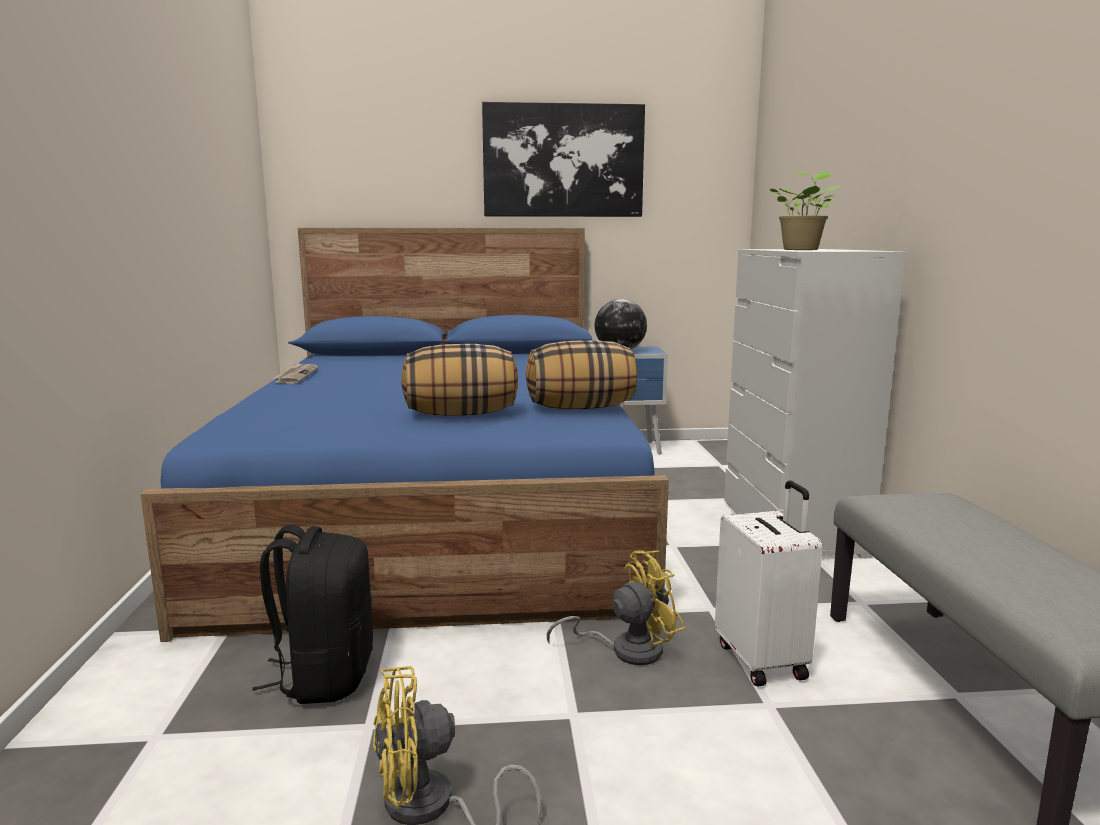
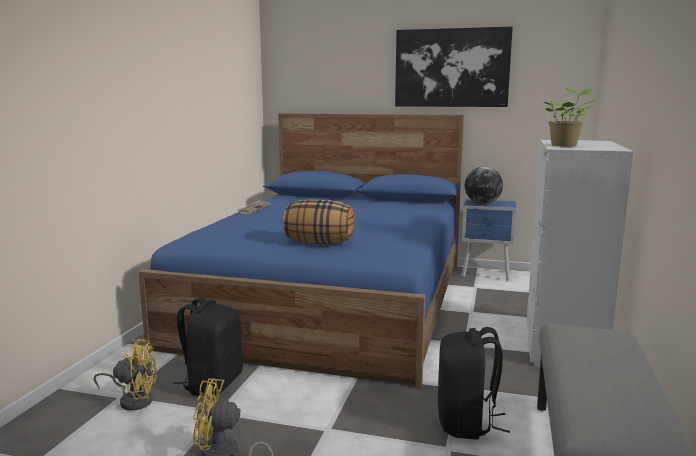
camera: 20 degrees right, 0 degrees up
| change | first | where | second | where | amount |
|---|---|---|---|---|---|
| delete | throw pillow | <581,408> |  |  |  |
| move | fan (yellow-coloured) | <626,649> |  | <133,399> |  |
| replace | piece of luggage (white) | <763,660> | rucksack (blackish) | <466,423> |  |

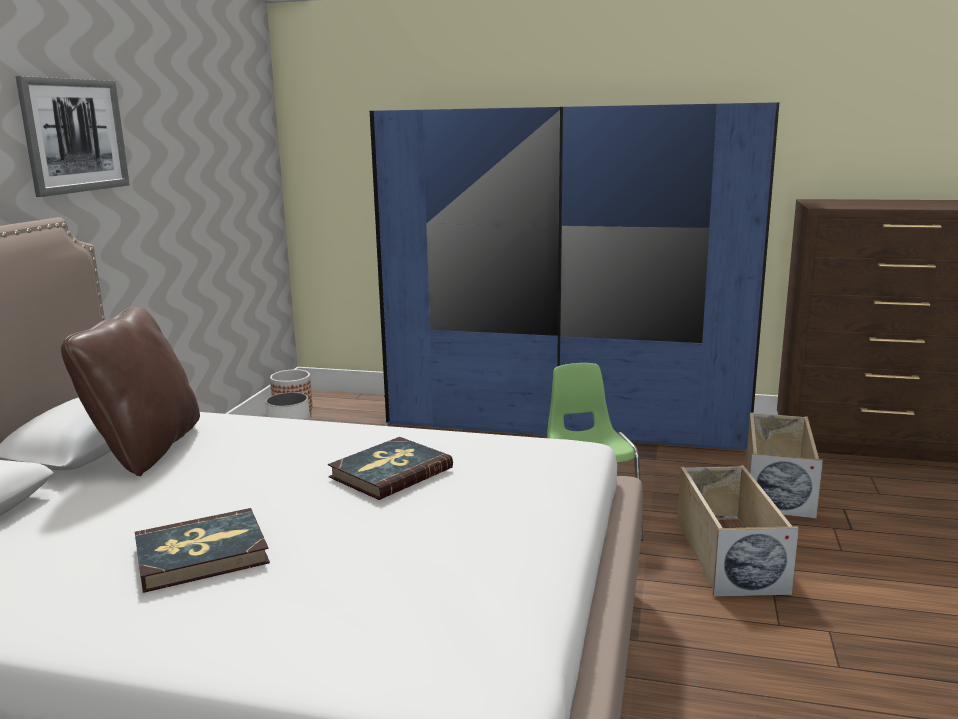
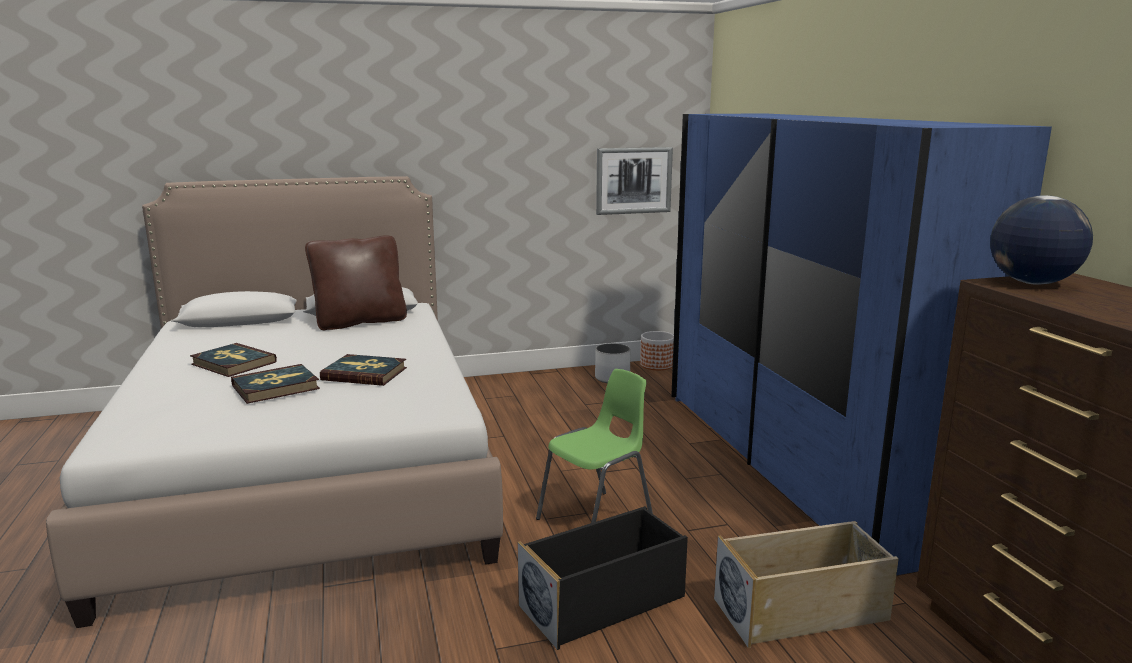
camera: 60 degrees right, 0 degrees up
| change | first | where | second | where | amount |
|---|---|---|---|---|---|
| insert |  |  | bound book | <275,387> |  |
| insert |  |  | desk globe | <1032,283> |  |
| move | picture | <75,135> |  | <633,180> |  |
| recolor | storage box (beige-coloured) | <727,555> | storage box (blackish) | <604,601> |  |

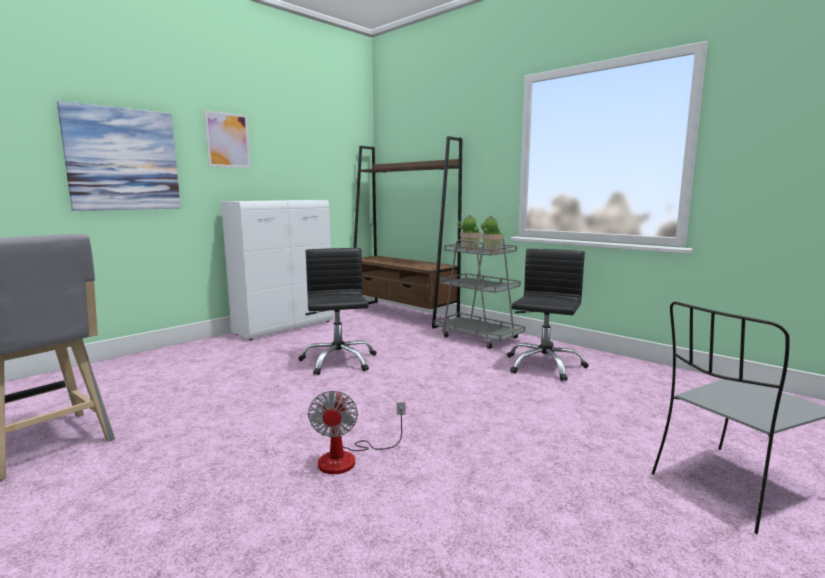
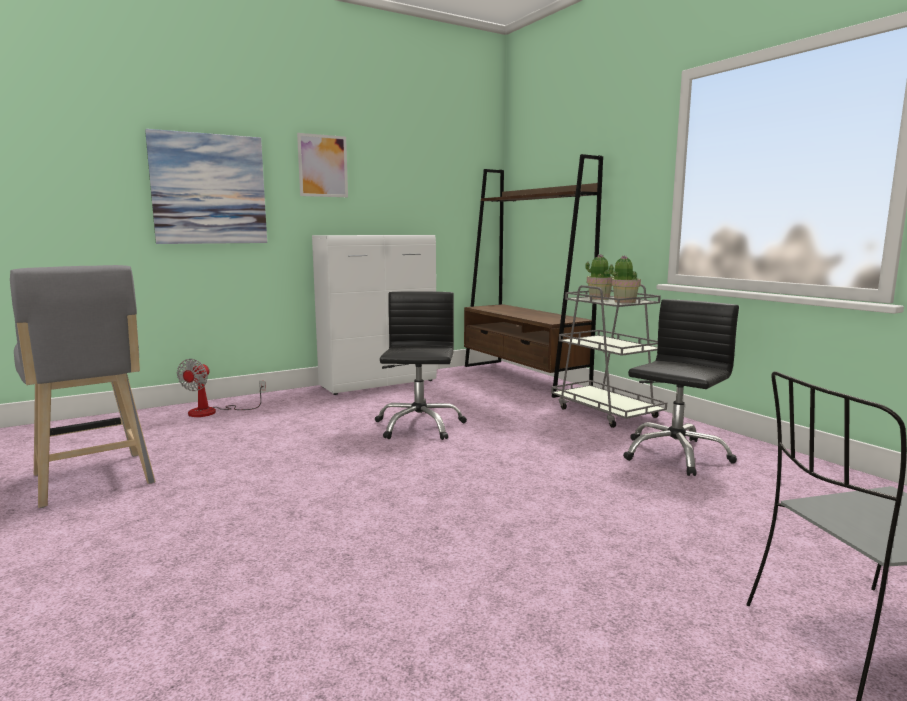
camera: 15 degrees right, 0 degrees up
| change | first | where | second | where | amount |
|---|---|---|---|---|---|
| move | fan | <349,458> |  | <213,412> |  |

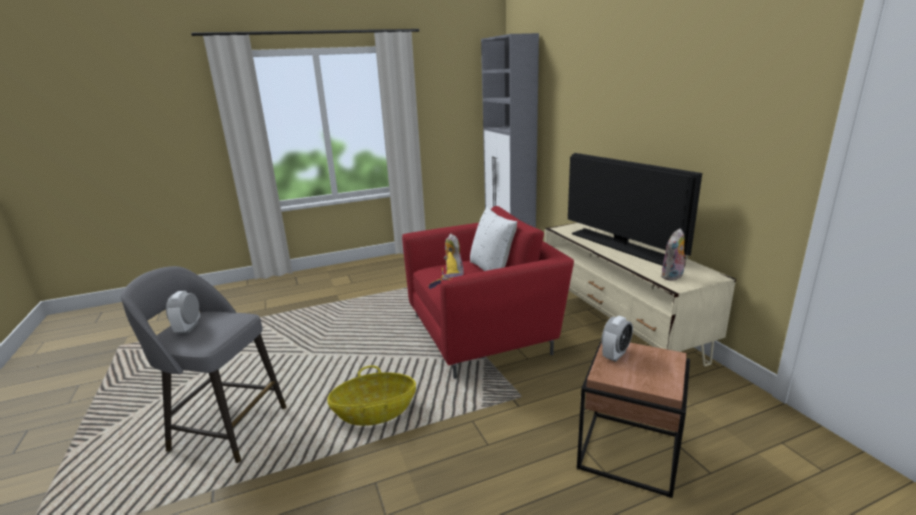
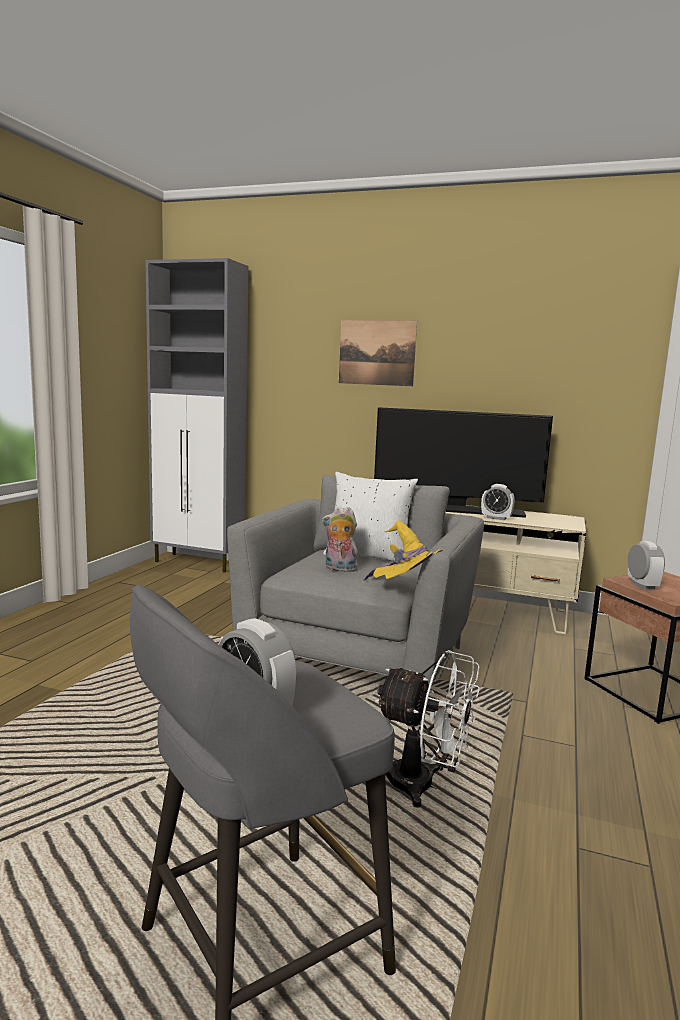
camera: 50 degrees left, 10 degrees down
| change | first | where | second | where | amount |
|---|---|---|---|---|---|
| delete | plush toy | <673,277> |  |  |  |
| insert |  |  | picture | <377,352> |  |
| insert |  |  | alarm clock | <496,518> |  |
| replace | household basket | <375,413> | fan (white) | <423,786> |  |
| recolor | lounge chair (reddish) | <483,333> | lounge chair (grey) | <359,654> |  |

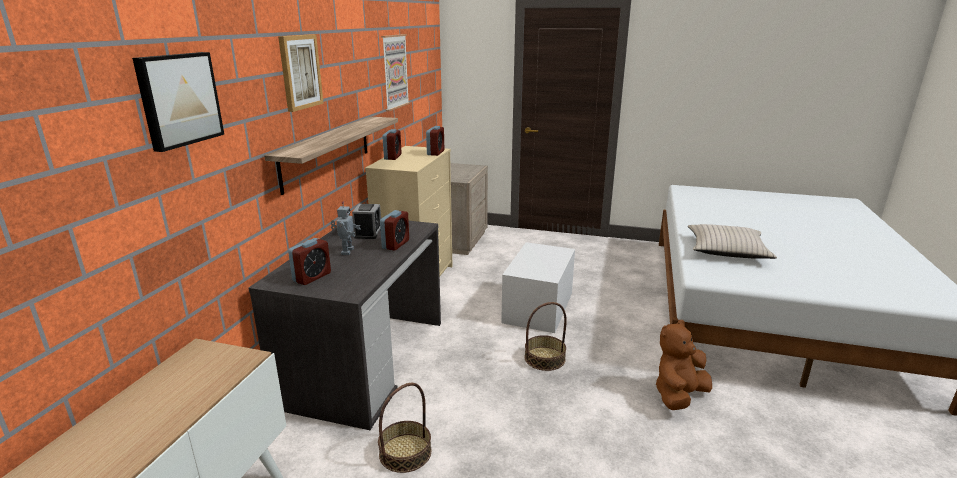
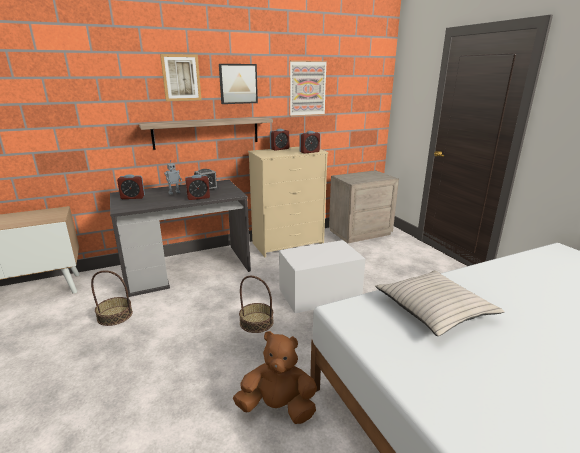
camera: 50 degrees right, 0 degrees up
| change | first | where | second | where | amount |
|---|---|---|---|---|---|
| move | picture | <178,99> |  | <238,84> |  |

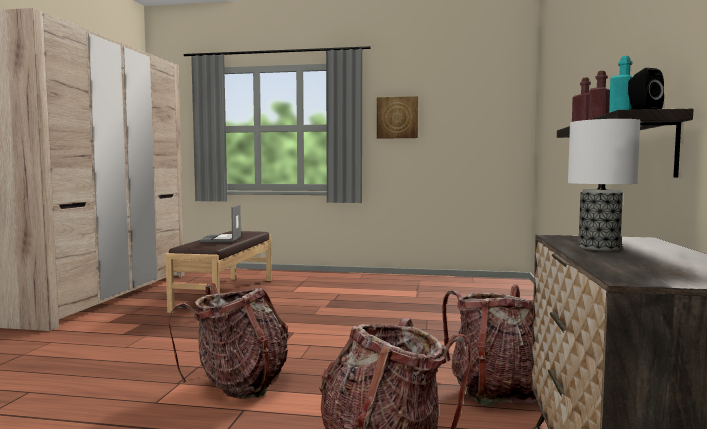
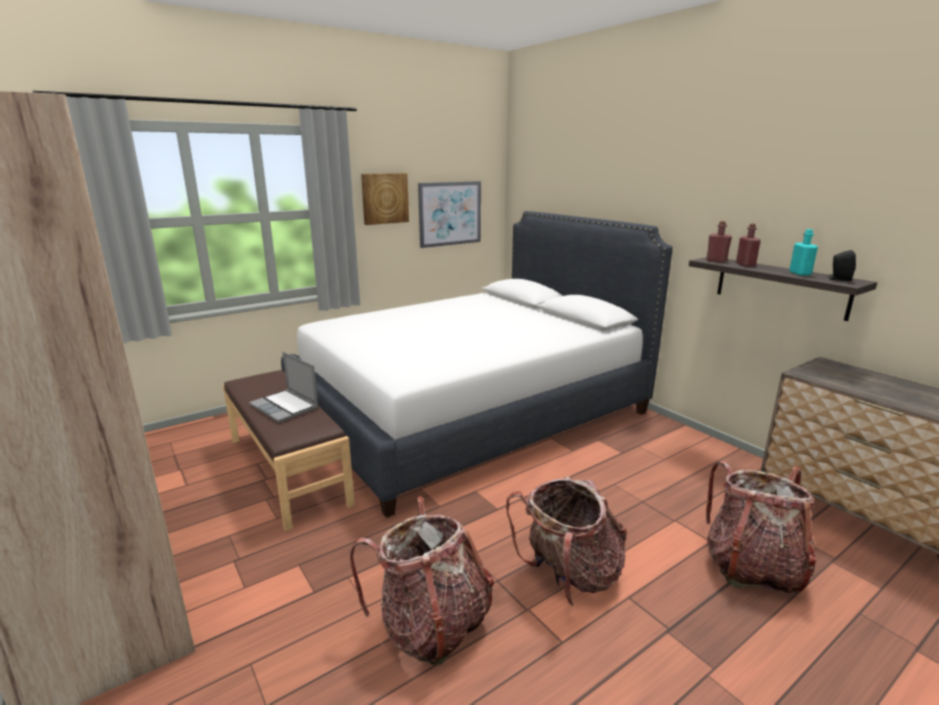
camera: 45 degrees left, 15 degrees up
| change | first | where | second | where | amount |
|---|---|---|---|---|---|
| delete | tabletop lamp | <600,248> |  |  |  |
| insert |  |  | bedroom bed (white) | <470,412> |  |
| insert |  |  | picture | <450,213> |  |
| move | rucksack | <497,389> |  | <431,625> |  |

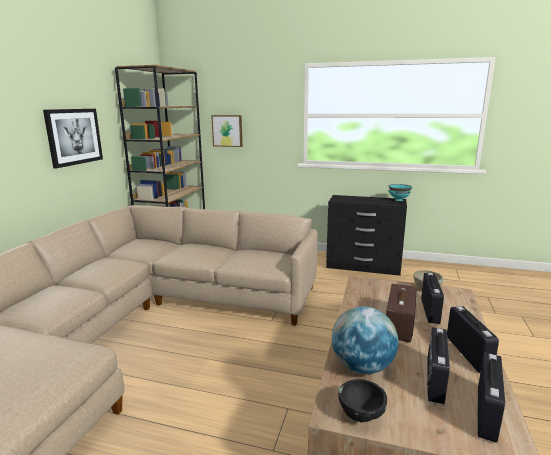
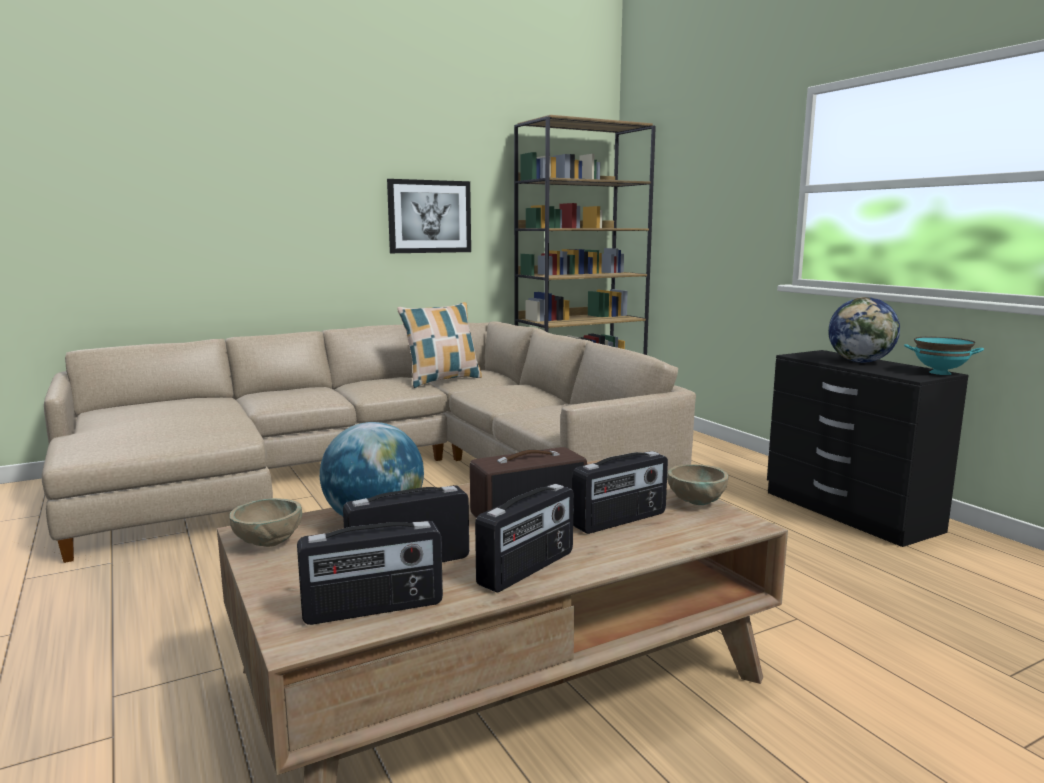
camera: 45 degrees right, 5 degrees down
| change | first | where | second | where | amount |
|---|---|---|---|---|---|
| delete | picture | <227,130> |  |  |  |
| insert |  |  | throw pillow | <442,380> |  |
| insert |  |  | desk globe | <860,362> |  |
| recolor | deep dish (blackish) | <361,415> | deep dish (beige-coloured) | <269,544> |  |

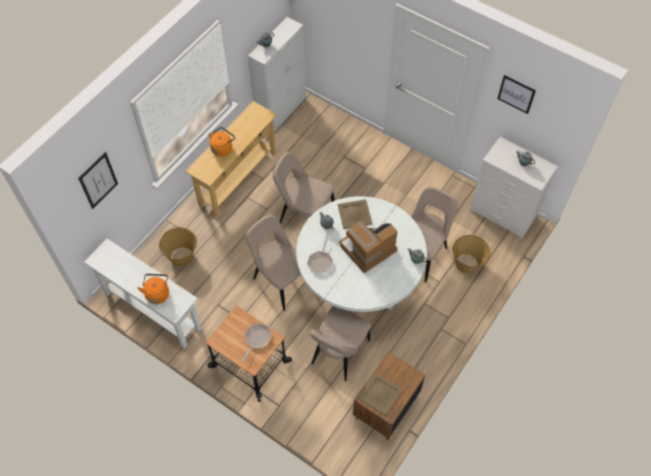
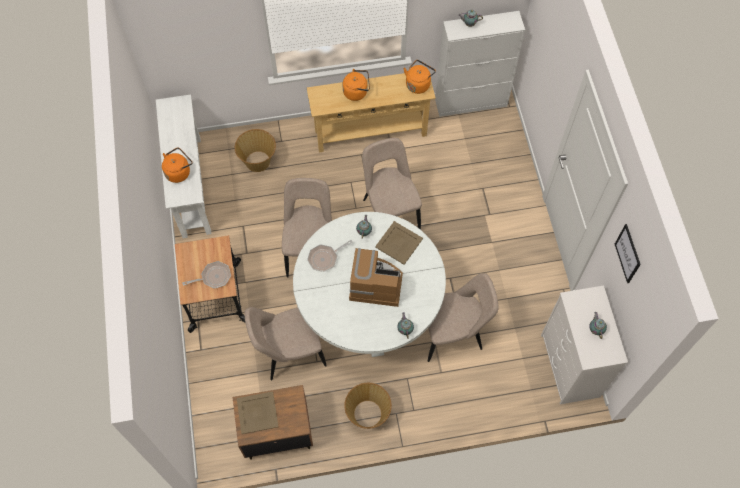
camera: 45 degrees right, 5 degrees up
| change | first | where | second | where | amount |
|---|---|---|---|---|---|
| delete | picture | <98,180> |  |  |  |
| insert |  |  | tea kettle (orange) | <418,84> |  |
| move | household basket | <467,263> |  | <368,414> |  |

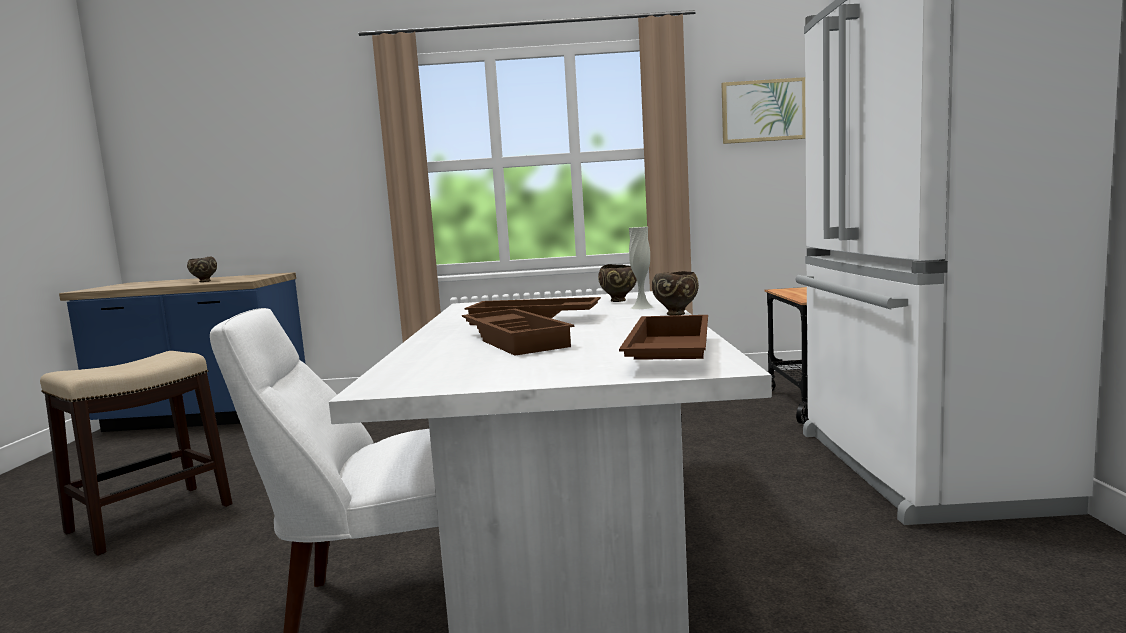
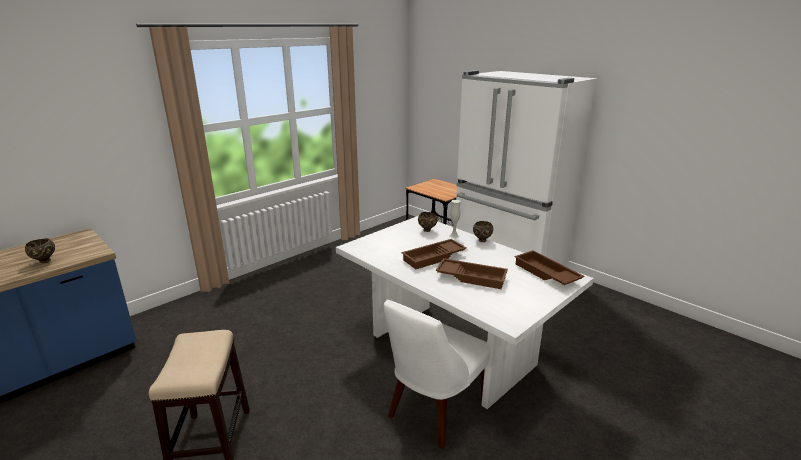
camera: 45 degrees left, 15 degrees up
| change | first | where | second | where | amount |
|---|---|---|---|---|---|
| delete | picture | <763,111> |  |  |  |

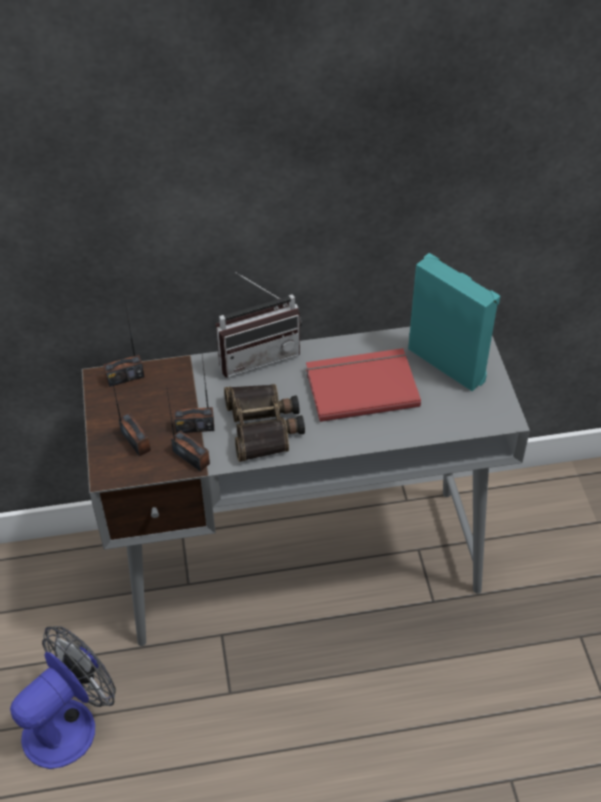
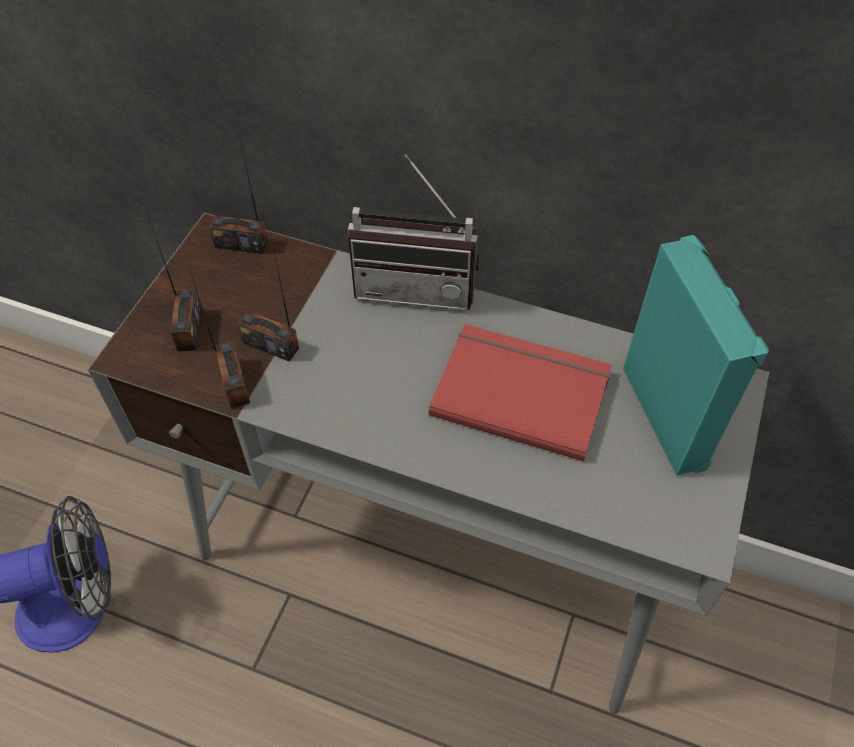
camera: 30 degrees right, 5 degrees up
| change | first | where | second | where | amount |
|---|---|---|---|---|---|
| delete | pair of binoculars | <264,426> |  |  |  |

